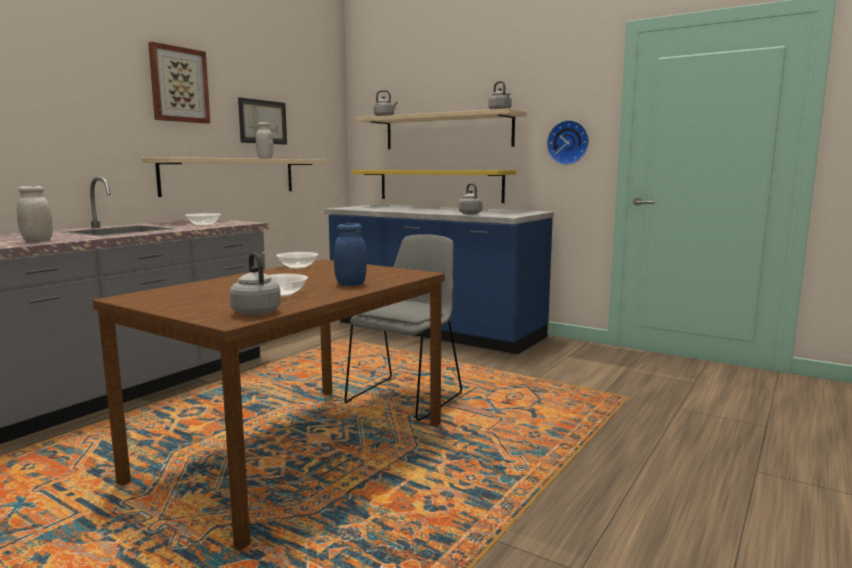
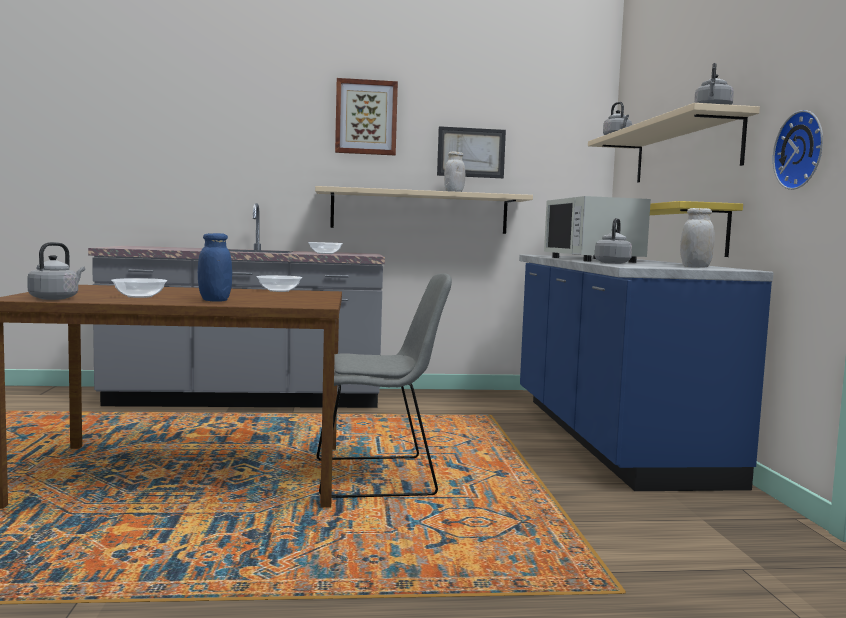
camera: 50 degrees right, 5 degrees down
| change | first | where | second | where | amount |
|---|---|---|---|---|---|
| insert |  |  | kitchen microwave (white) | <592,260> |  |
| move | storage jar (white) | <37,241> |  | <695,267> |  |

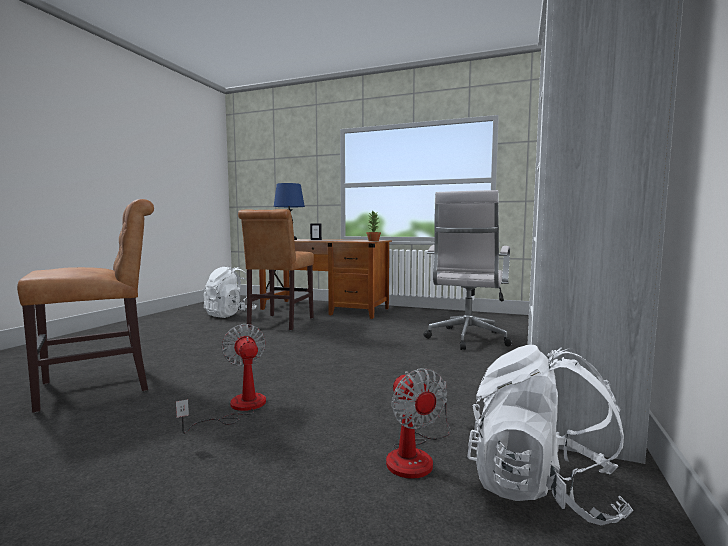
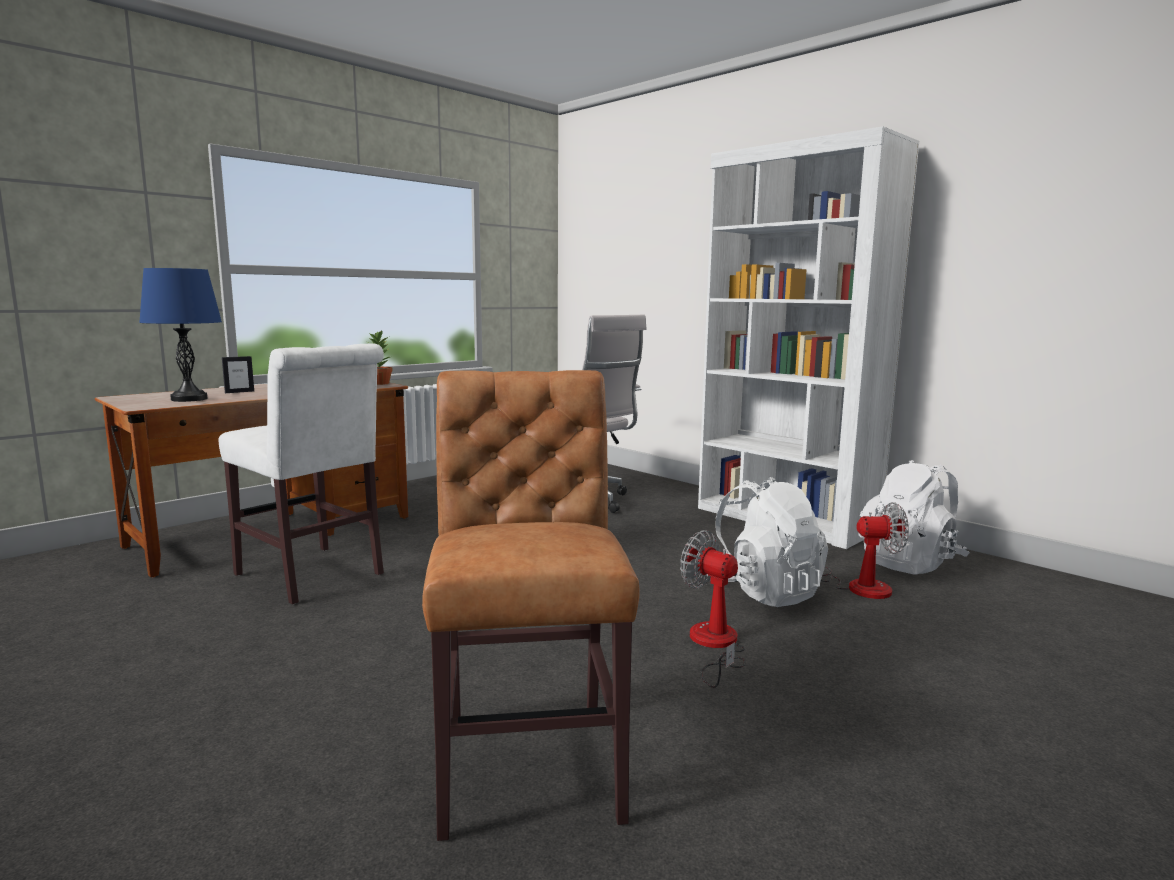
camera: 65 degrees left, 5 degrees up
| change | first | where | second | where | amount |
|---|---|---|---|---|---|
| move | rucksack (white) | <229,314> |  | <763,591> |  |
| recolor | chair (brown) | <279,323> | chair (white) | <313,576> |  |
| rotate | fan | <238,408> |  | <714,645> | 45 degrees clockwise |

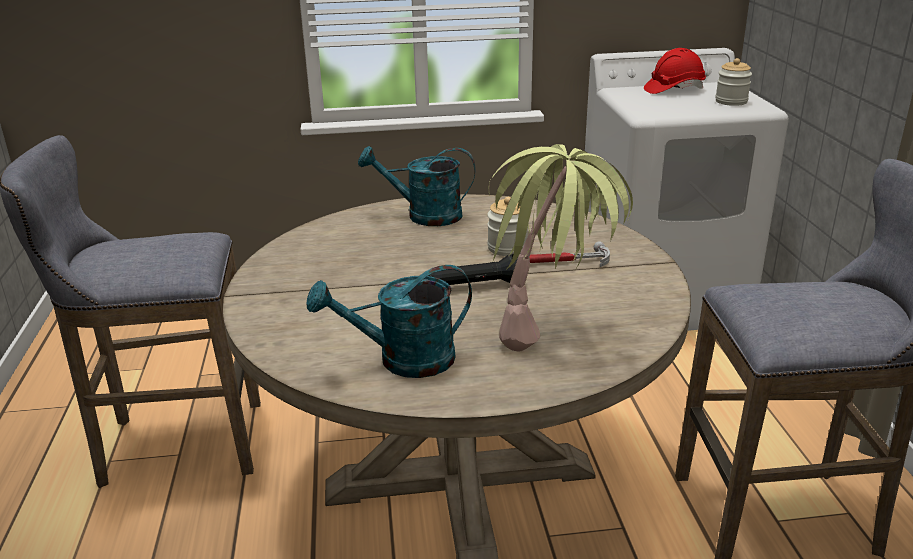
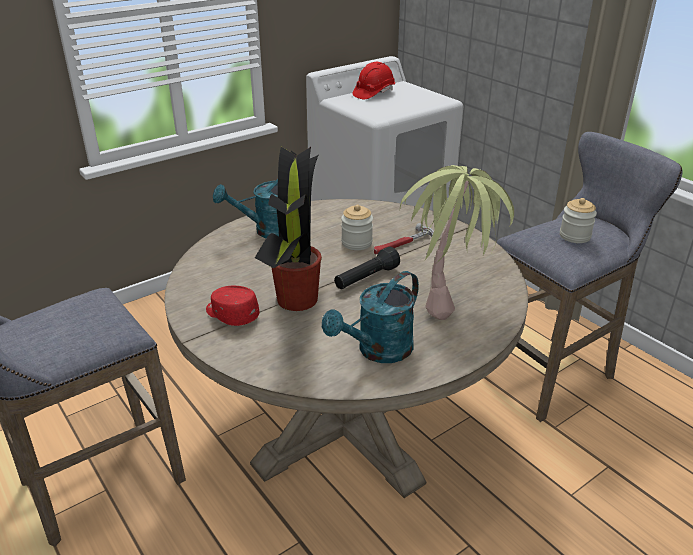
camera: 30 degrees left, 5 degrees up
| change | first | where | second | where | amount |
|---|---|---|---|---|---|
| insert |  |  | baseball cap (reddish) | <231,314> |  |
| insert |  |  | plant in a pot | <296,301> |  |
| move | storage jar | <731,101> |  | <574,236> |  |

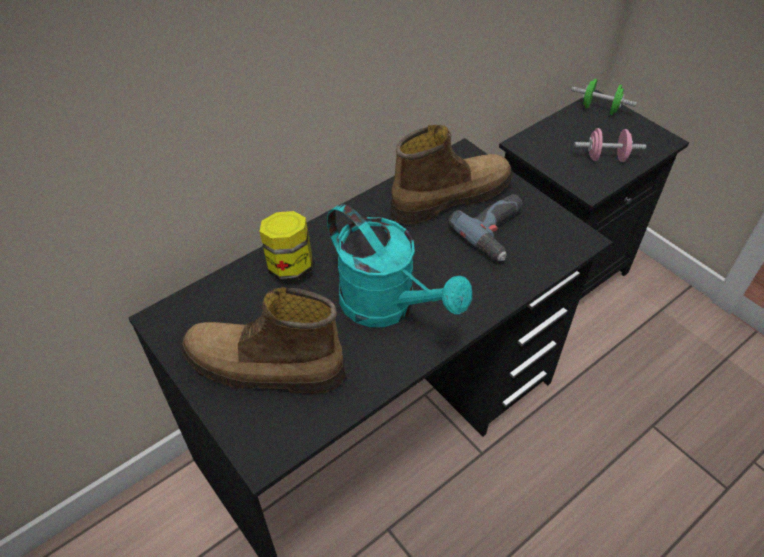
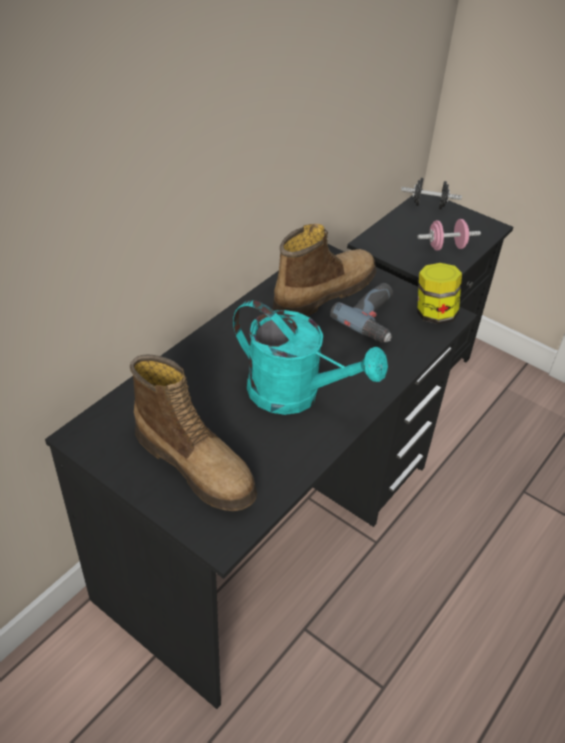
camera: 15 degrees left, 5 degrees down
| change | first | where | second | where | amount |
|---|---|---|---|---|---|
| move | storage jar | <290,267> |  | <434,314> |  |
| recolor | hand weight (green-coloured) | <599,109> | hand weight (blackish) | <428,205> |  |
| rotate | high-top boot | <263,368> |  | <196,464> | 135 degrees counterclockwise |

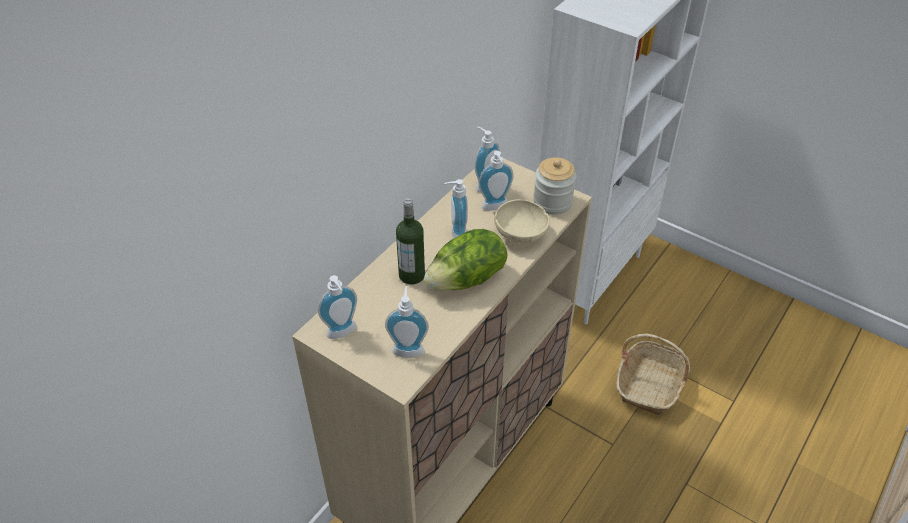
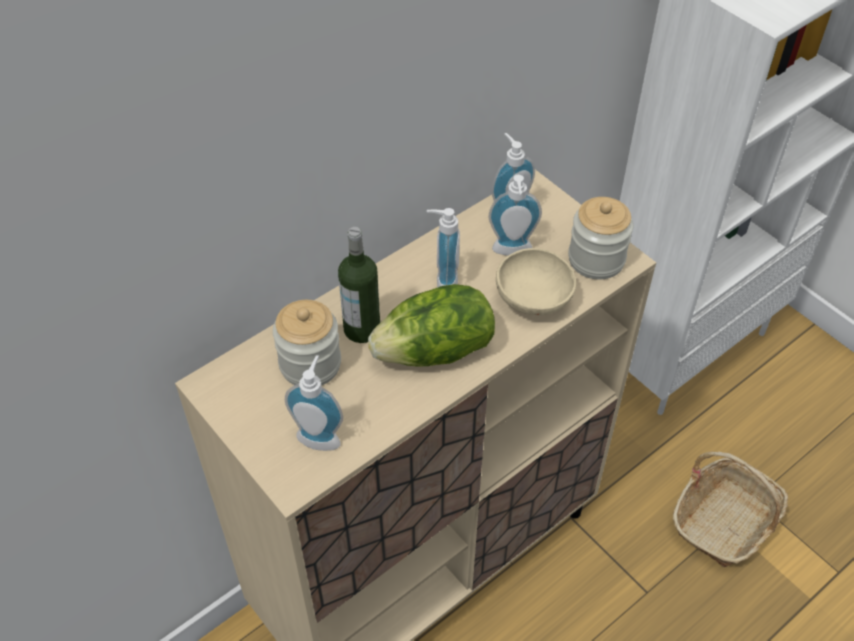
camera: 15 degrees right, 5 degrees up
| change | first | where | second | where | amount |
|---|---|---|---|---|---|
| delete | liquid soap bottle | <343,333> |  |  |  |
| insert |  |  | storage jar | <310,364> |  |

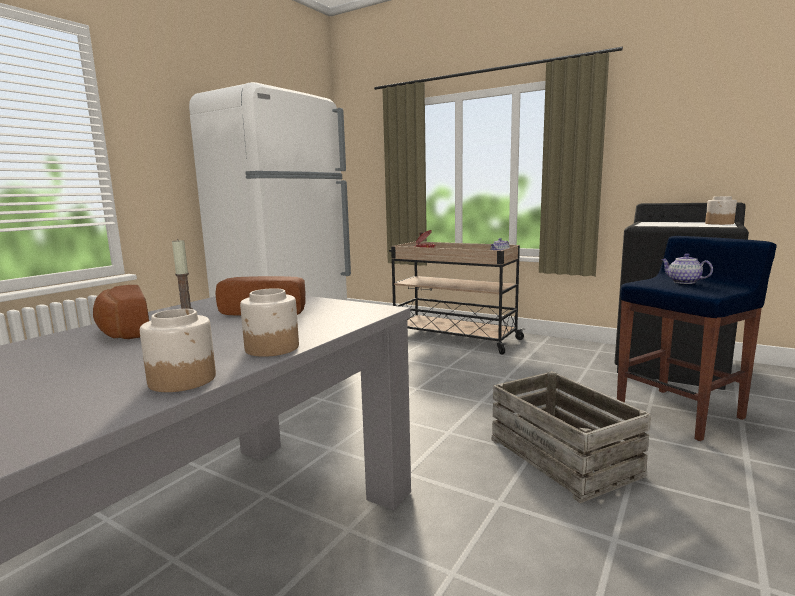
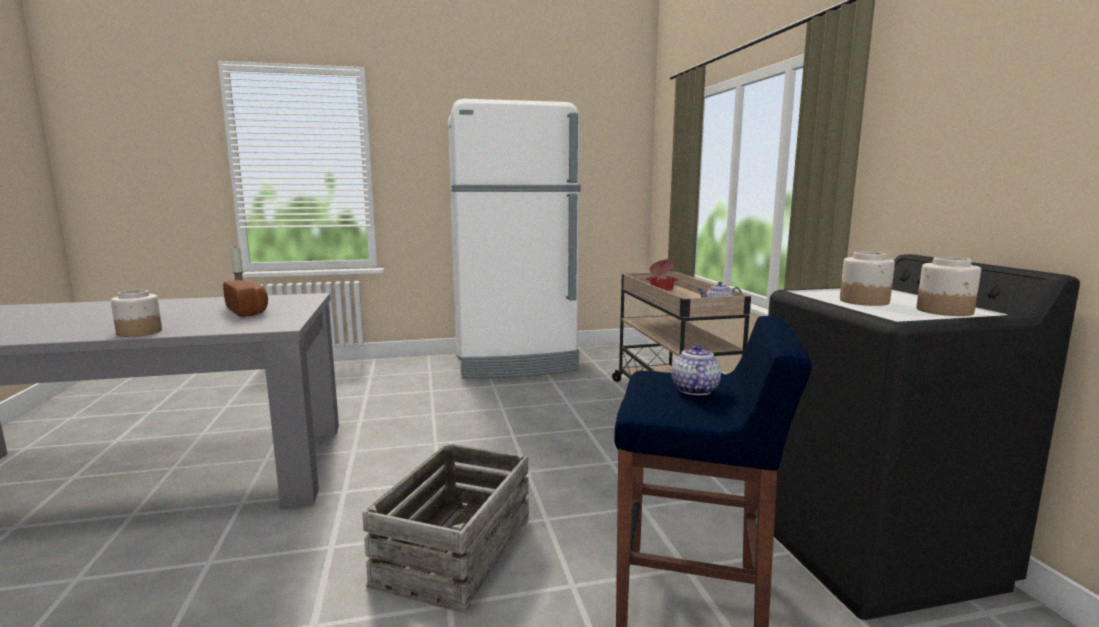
camera: 45 degrees right, 0 degrees up
| change | first | where | second | where | amount |
|---|---|---|---|---|---|
| delete | baked bread | <122,331> |  |  |  |
| move | storage jar | <183,380> |  | <864,301> |  |

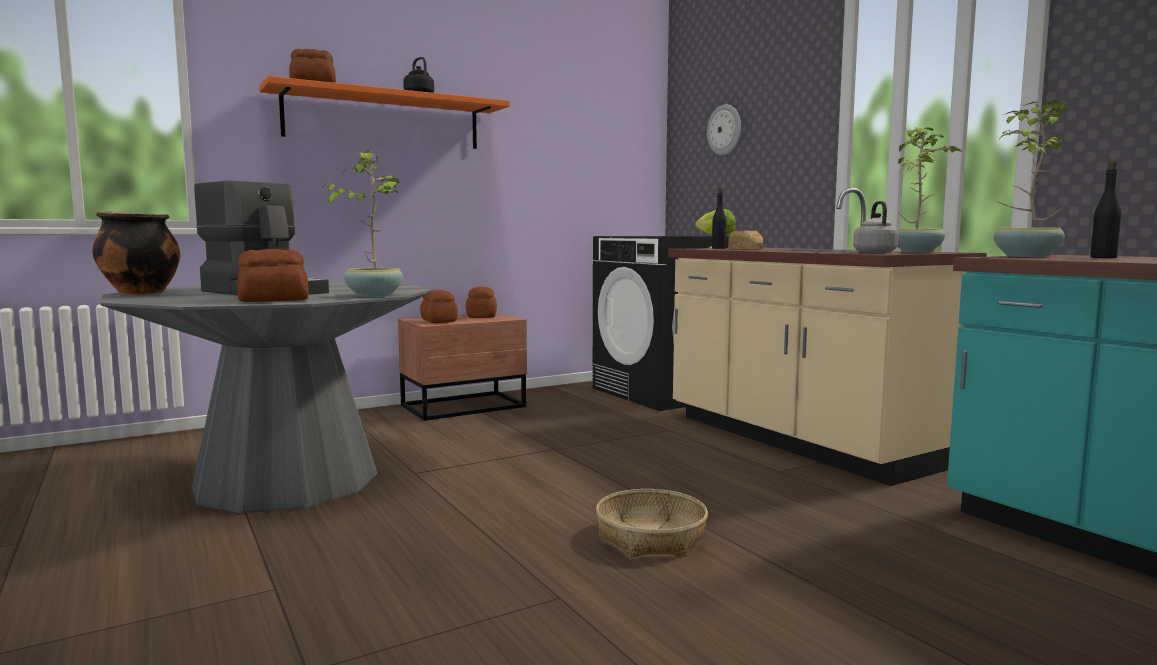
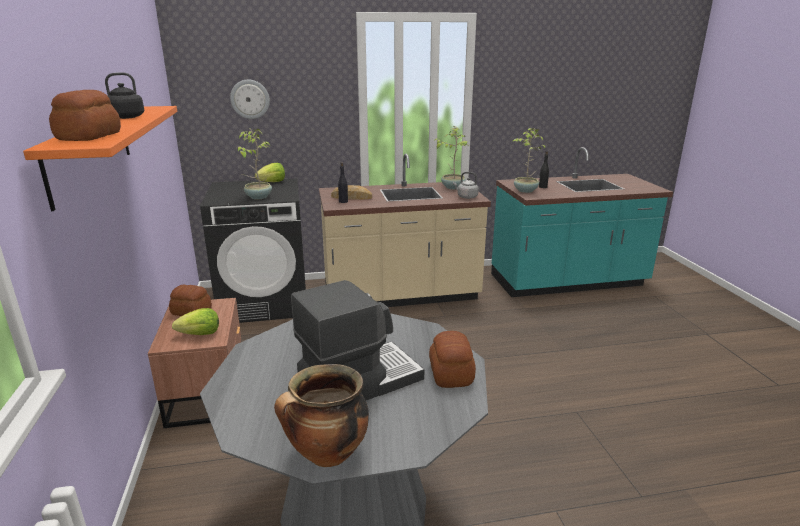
camera: 70 degrees left, 15 degrees up
| change | first | where | second | where | amount |
|---|---|---|---|---|---|
| delete | household basket | <651,537> |  |  |  |
| move | plant in a pot | <374,295> |  | <258,197> |  |
| replace | baked bread | <438,321> | lettuce | <200,334> |  |

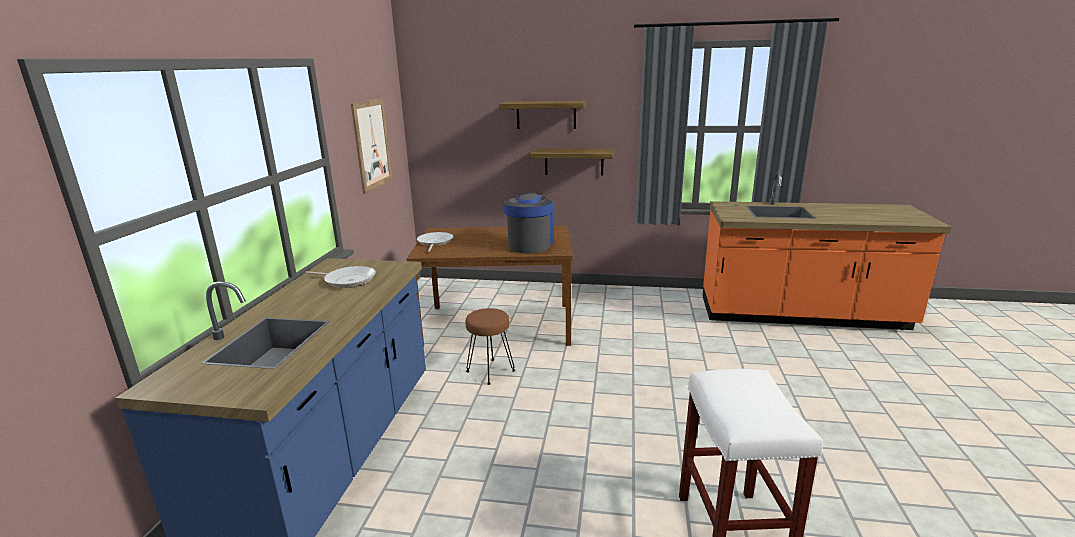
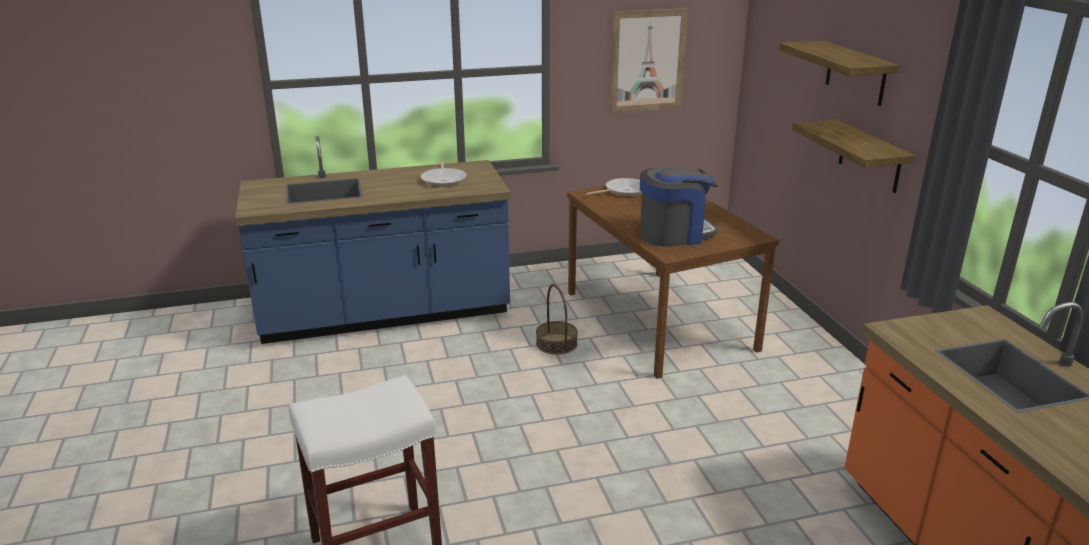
camera: 65 degrees right, 5 degrees up
| change | first | where | second | where | amount |
|---|---|---|---|---|---|
| replace | stool (brown) | <490,371> | household basket | <556,344> |  |

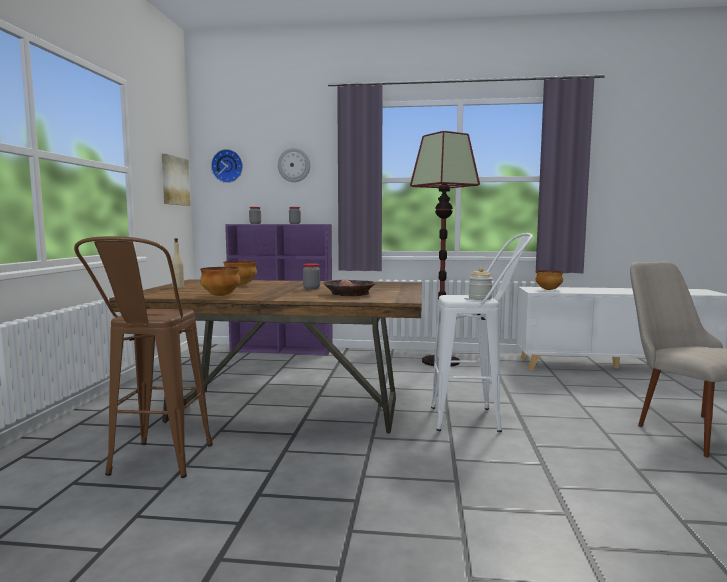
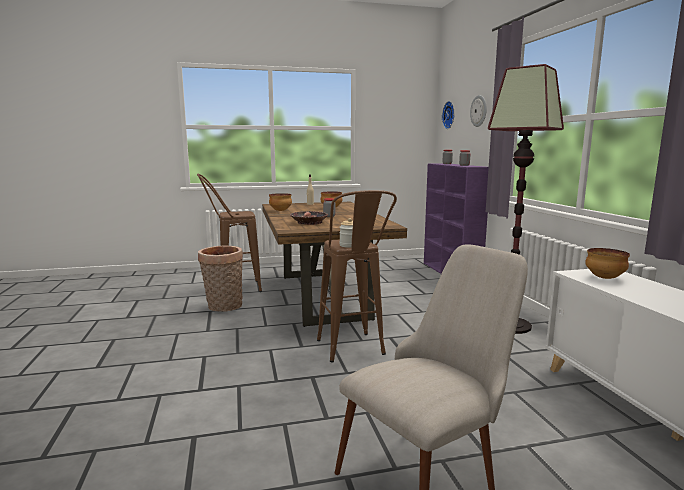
camera: 70 degrees right, 5 degrees up
| change | first | where | second | where | amount |
|---|---|---|---|---|---|
| delete | picture | <174,181> |  |  |  |
| insert |  |  | household basket | <223,307> |  |
| recolor | stool (white) | <477,419> | stool (brown) | <353,352> |  |

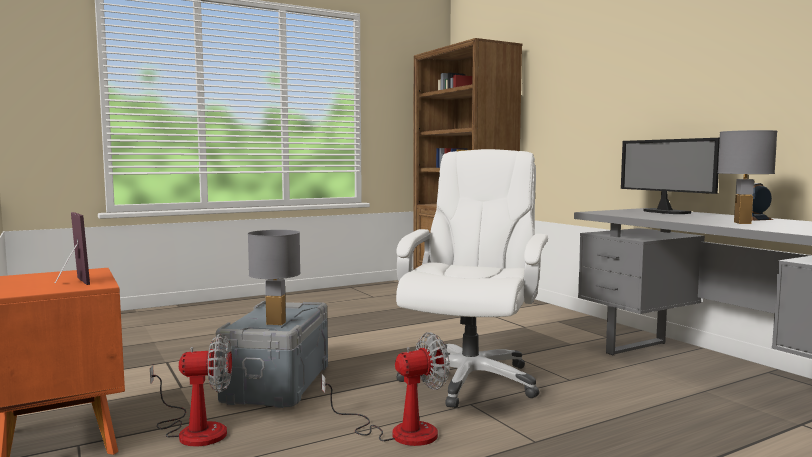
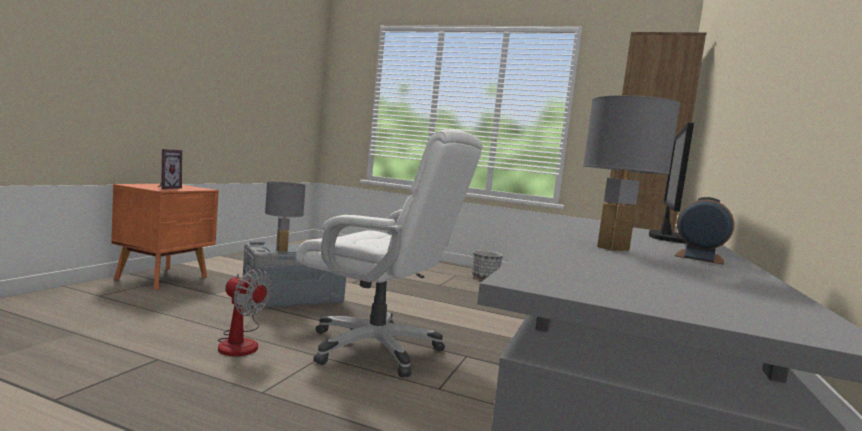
camera: 50 degrees right, 0 degrees up
| change | first | where | second | where | amount |
|---|---|---|---|---|---|
| delete | fan | <194,430> |  |  |  |
| insert |  |  | flower pot | <484,277> |  |
| rotate | desk chair (white) | <470,380> |  | <376,348> | 45 degrees clockwise |

